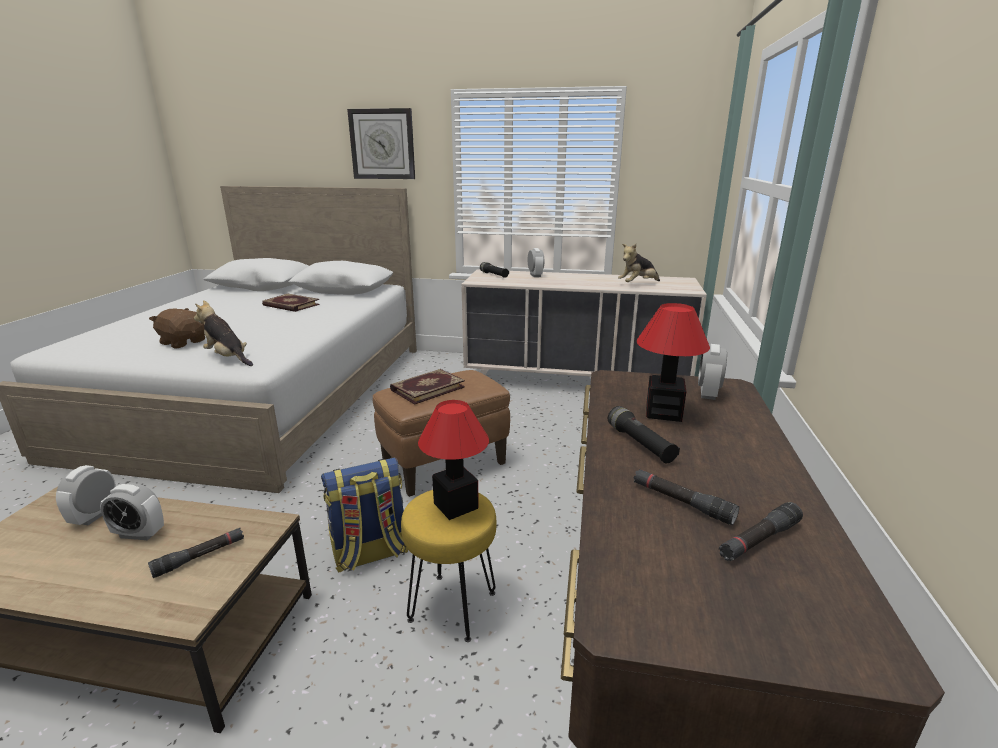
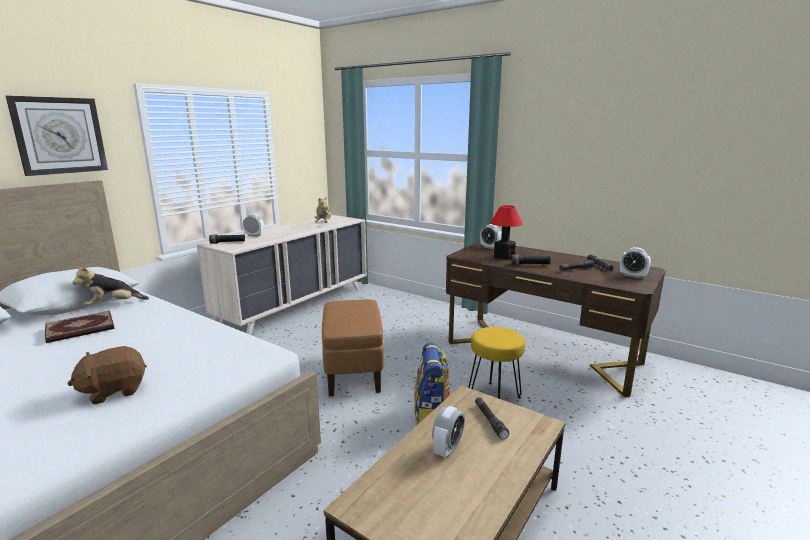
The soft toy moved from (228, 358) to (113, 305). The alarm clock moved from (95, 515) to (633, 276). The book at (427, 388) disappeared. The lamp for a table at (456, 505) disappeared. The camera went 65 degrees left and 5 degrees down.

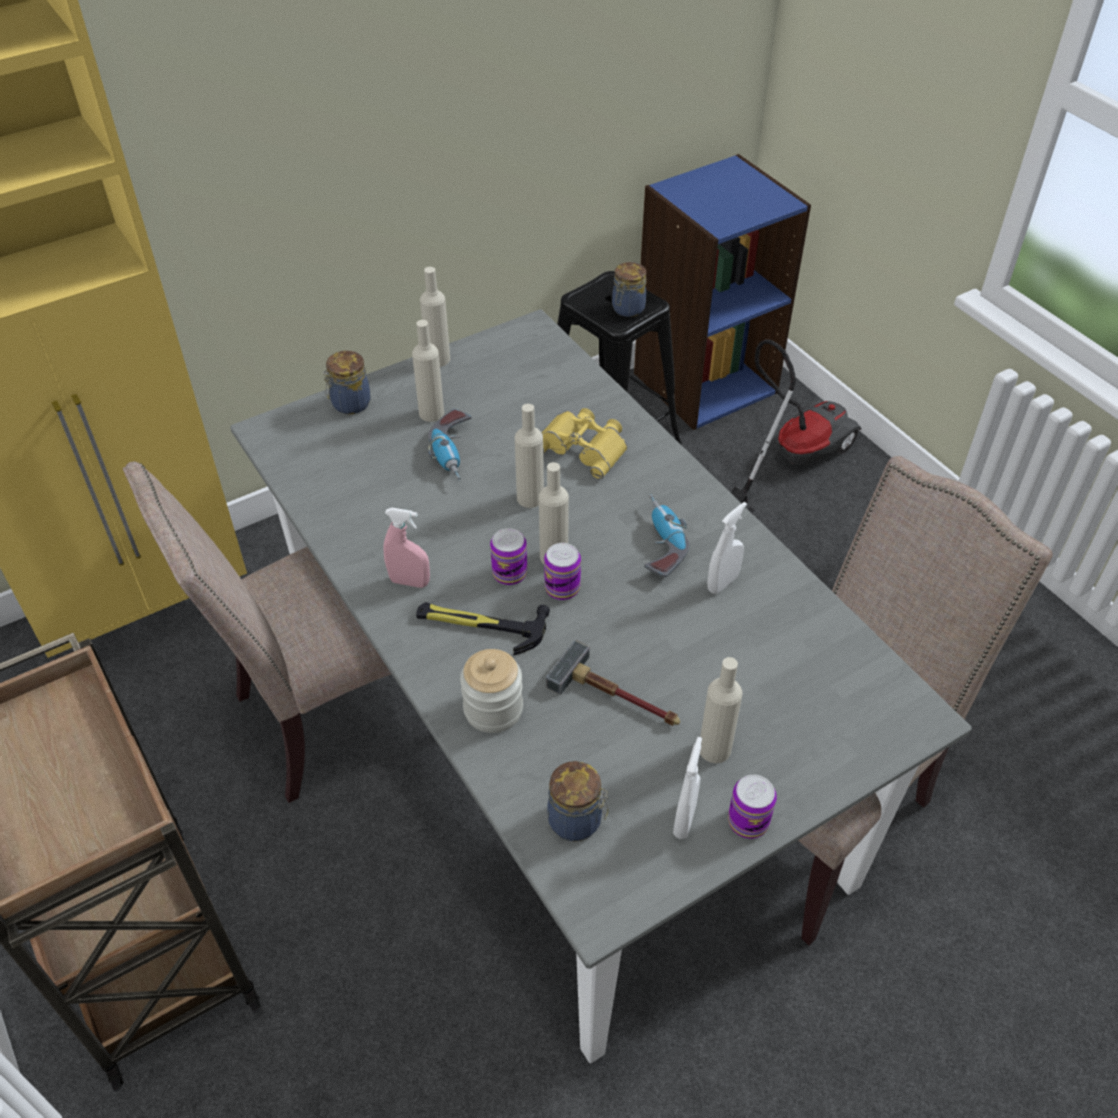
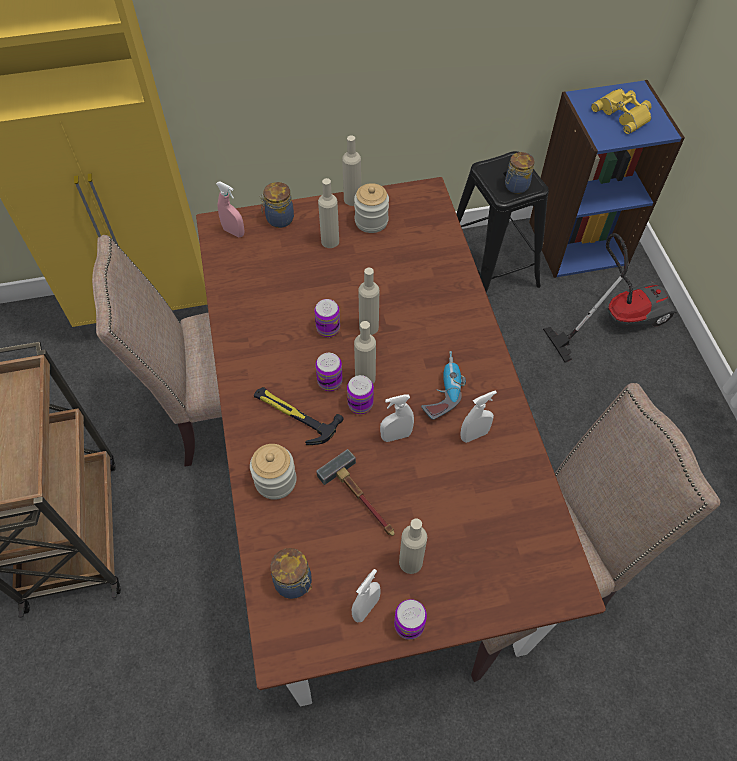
The grey dining table at (556, 738) became the brownish dining table at (366, 478). The pink spray bottle moved from (409, 582) to (234, 232). The metal can at (328, 328) appeared. The jar at (371, 221) appeared. The white-coloured spray bottle at (396, 436) appeared. The yellow field glasses moved from (584, 446) to (624, 114). The electric drill at (455, 453) disappeared. The camera went 20 degrees right and 10 degrees up.

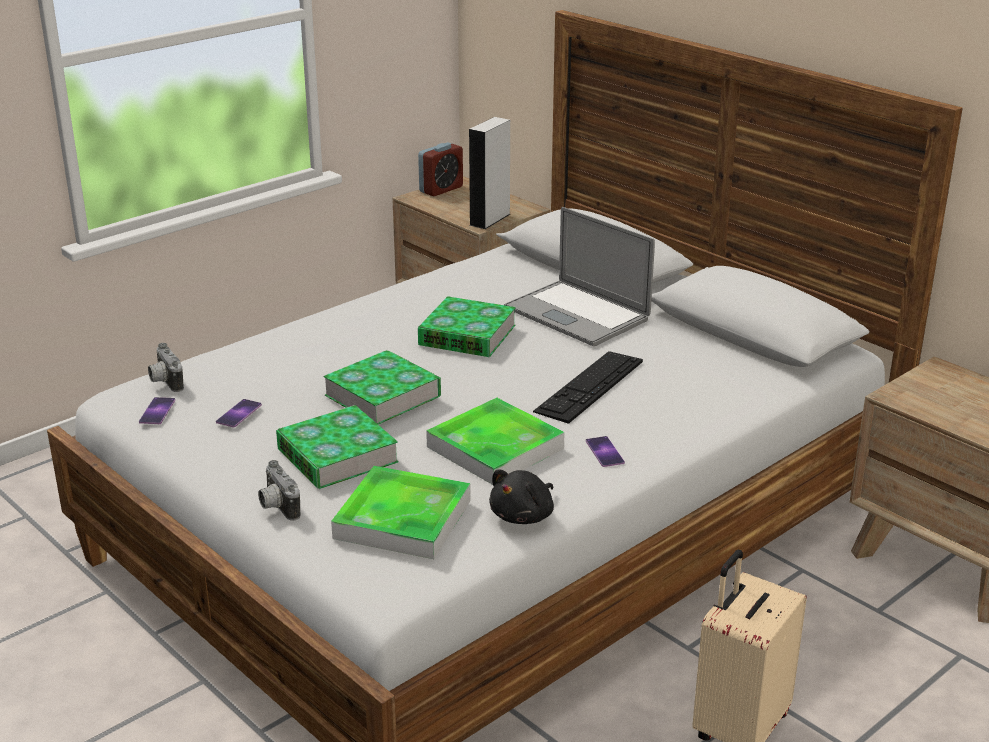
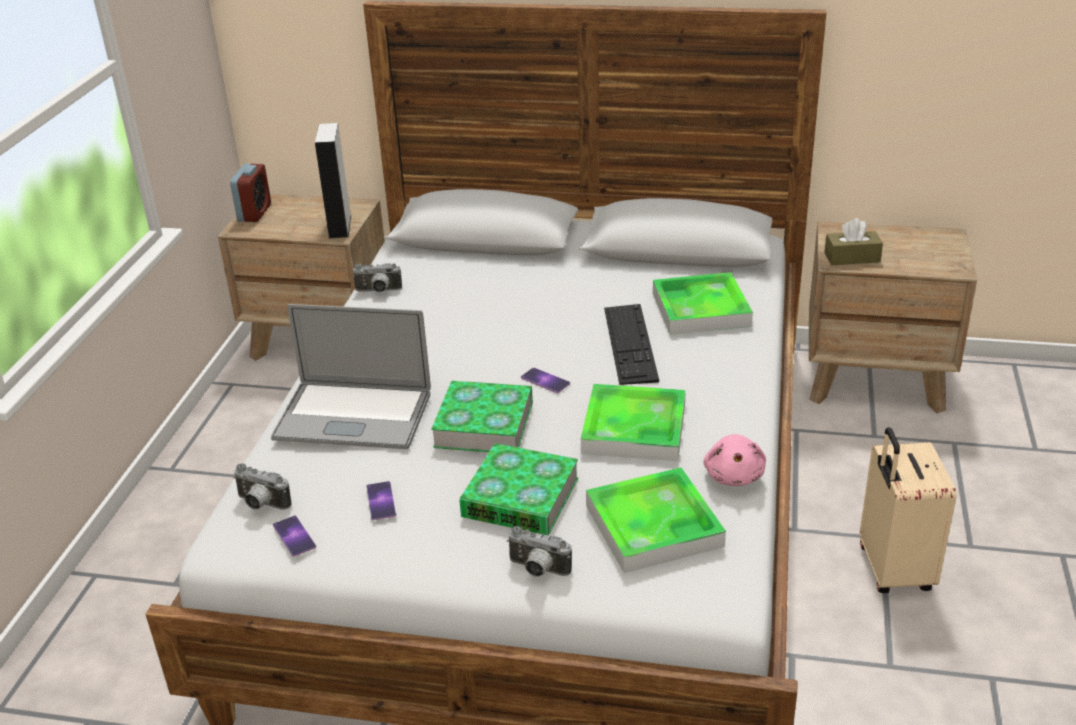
The notebook computer moved from (576, 314) to (353, 416). The photo camera at (378, 291) appeared. The telephone moved from (604, 452) to (545, 380). The serving tray at (701, 309) appeared. The blackish soft toy at (524, 516) became the pink soft toy at (734, 475). The brownish tissue box at (852, 257) appeared. The book at (467, 335) disappeared. The camera went 35 degrees left and 5 degrees up.

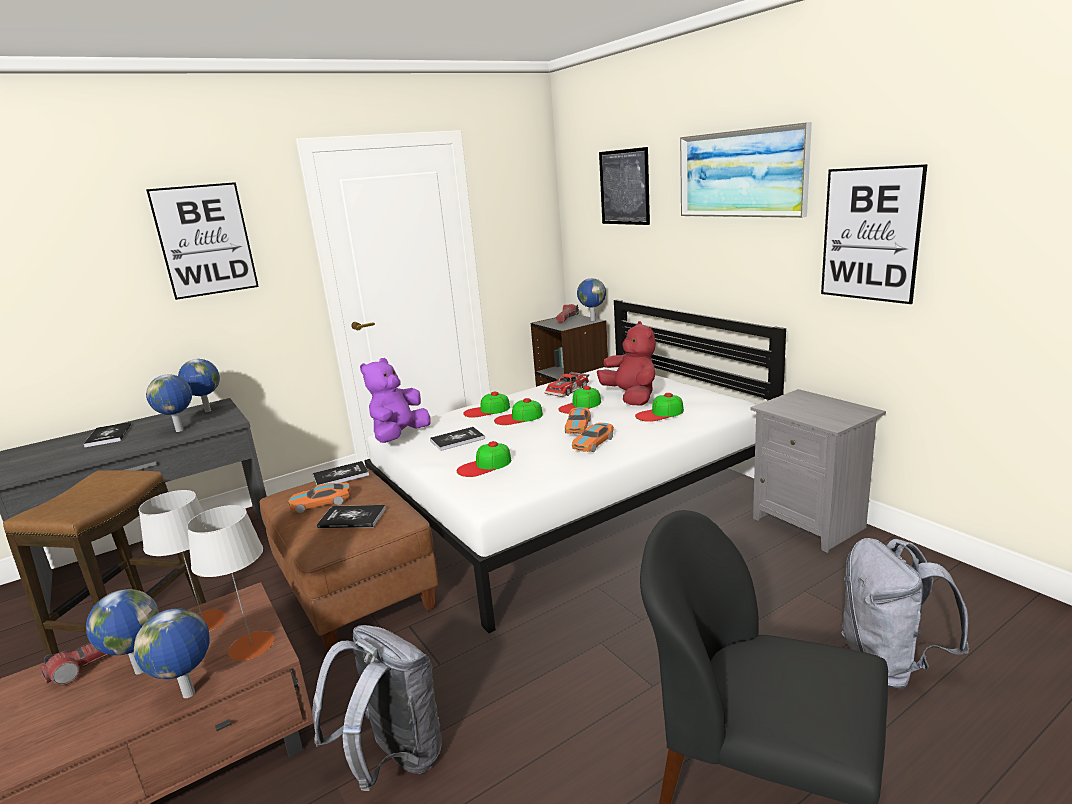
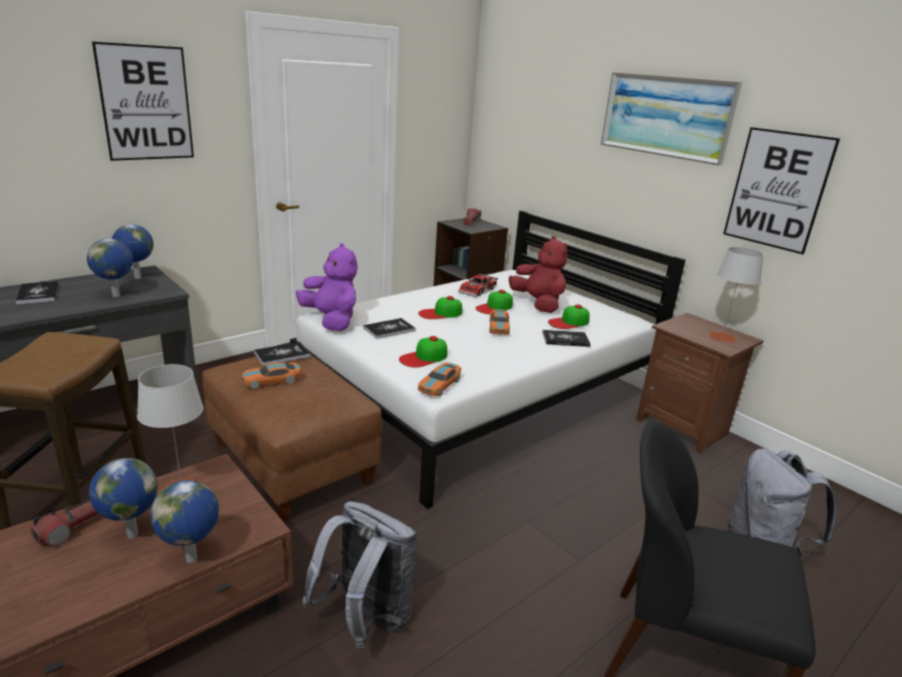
The purple-coloured soft toy at (399, 436) turned 120 degrees clockwise. The model car moved from (593, 443) to (439, 385). The book moved from (352, 518) to (565, 339). The grey bedside table at (810, 522) became the brownish bedside table at (683, 426). The grey lamp for a table moved from (251, 646) to (722, 337). The cap at (486, 410) disappeared. The world globe at (592, 320) disappeared. The picture at (624, 187) disappeared. The camera went 10 degrees left and 5 degrees up.

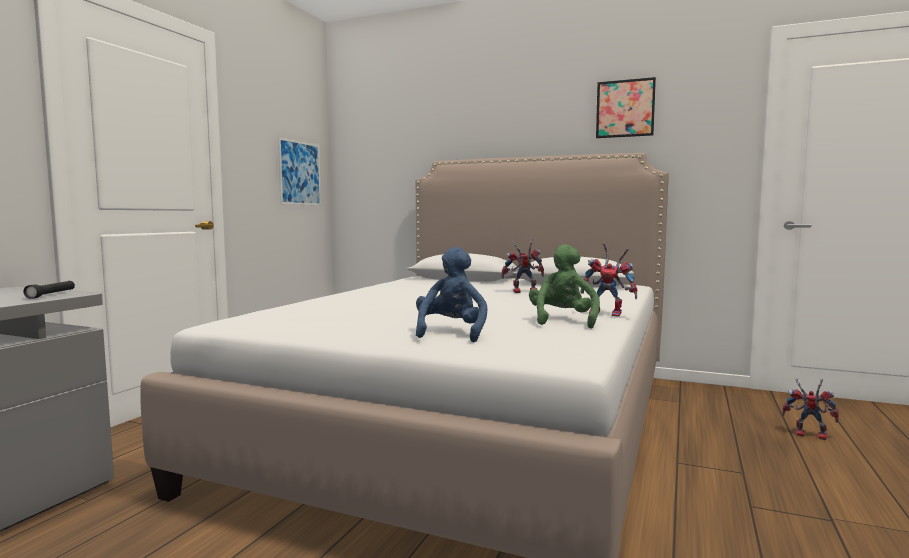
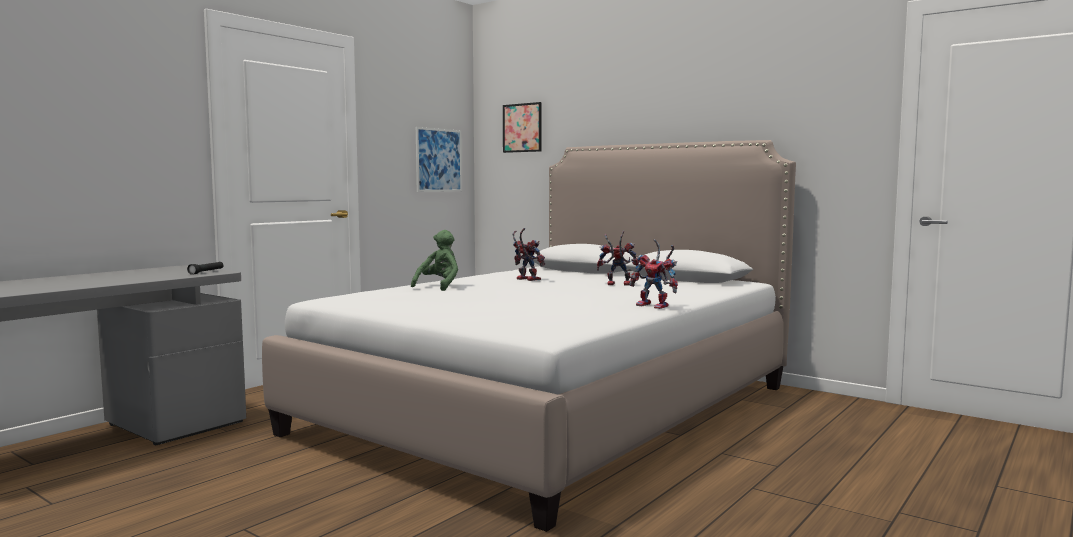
The greenish soft toy moved from (562, 321) to (439, 286). The picture moved from (625, 108) to (522, 128). The model robot moved from (807, 435) to (525, 279). The bluish soft toy at (451, 333) disappeared. The camera went 15 degrees right and 0 degrees up.

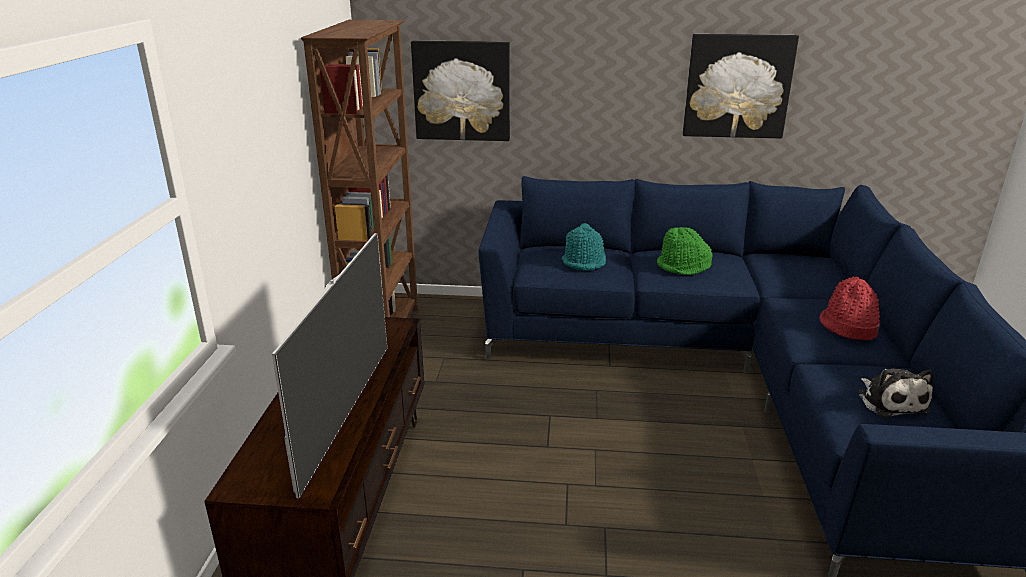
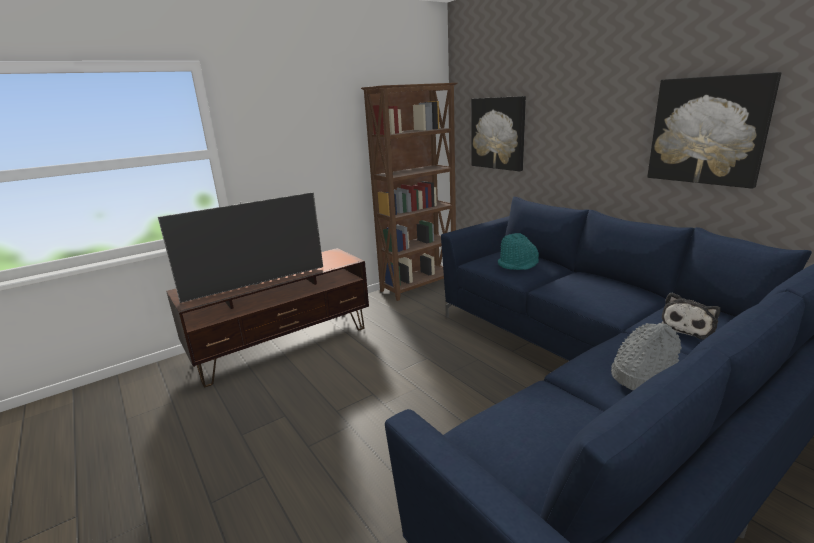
The reddish hat at (847, 327) became the grey hat at (643, 376). The soft toy moved from (890, 401) to (688, 328). The greenish hat at (683, 267) disappeared. The camera went 50 degrees right and 5 degrees down.

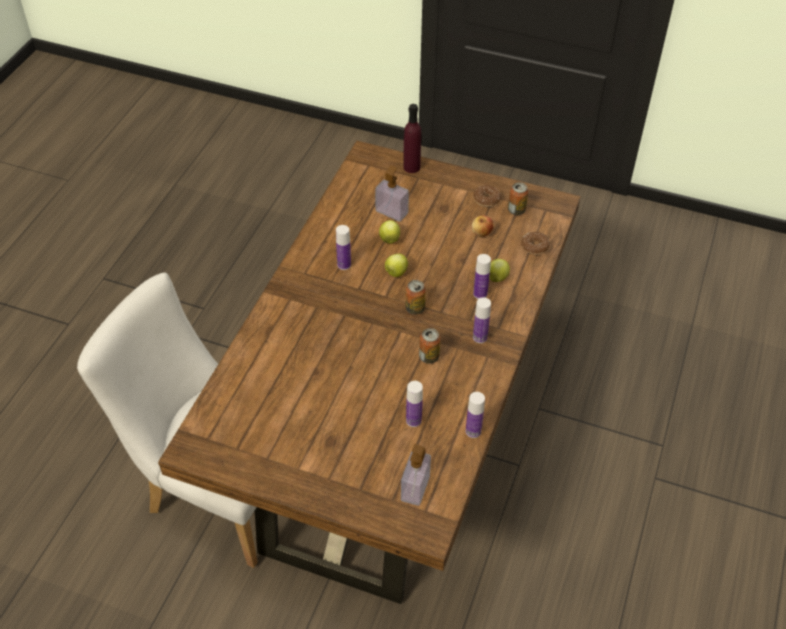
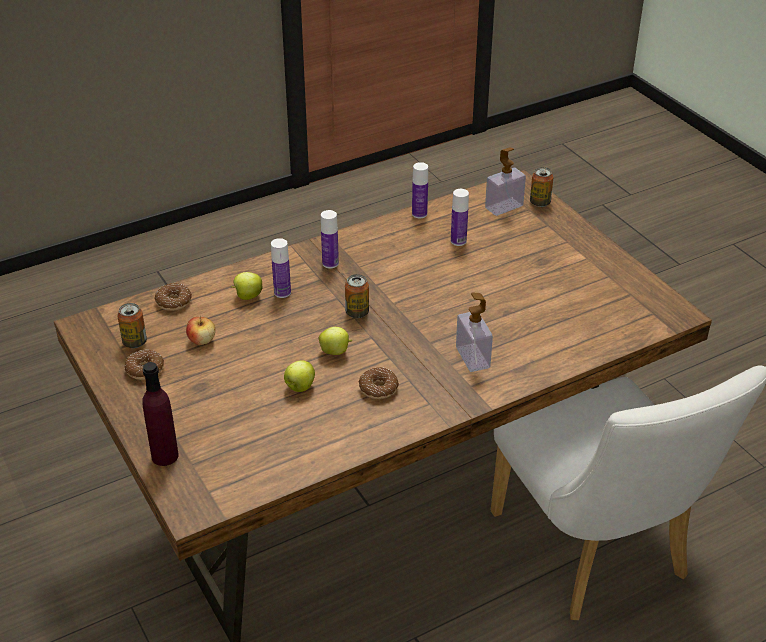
The drink bottle at (344, 265) was replaced by the doughnut at (378, 388). The soap bottle moved from (391, 212) to (472, 357). The metal can moved from (429, 357) to (540, 202). The camera went 140 degrees left and 10 degrees down.

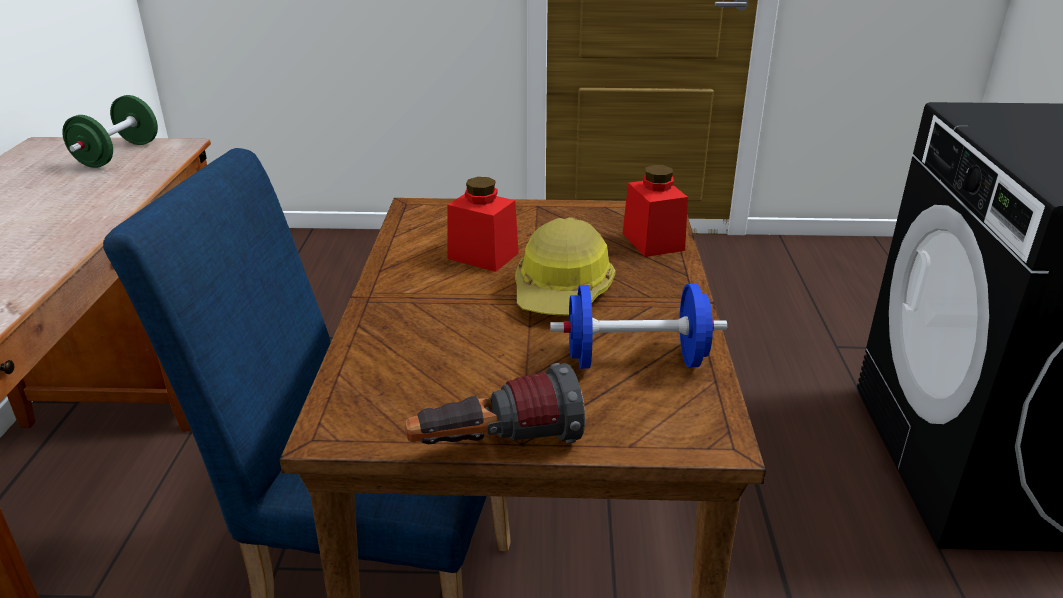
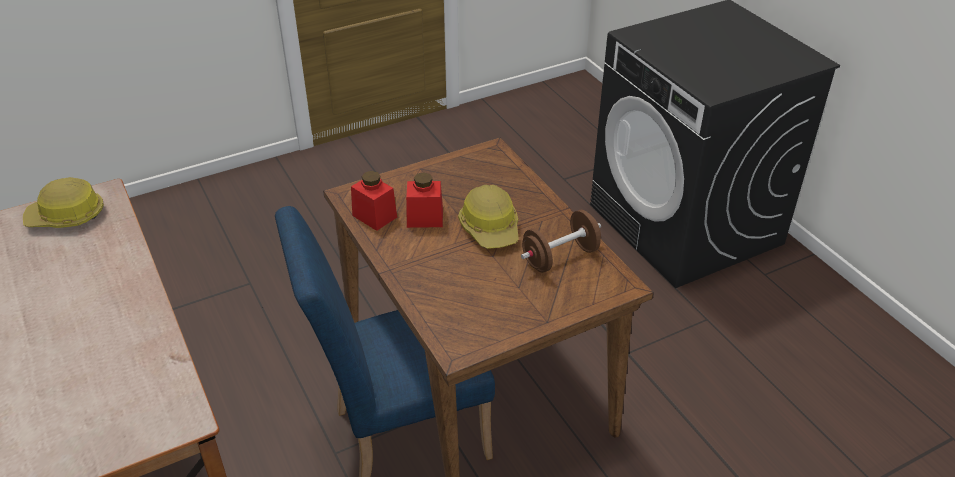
The greenish dumbbell at (118, 155) was replaced by the work helmet at (67, 217). The reddish jar moved from (653, 242) to (374, 216). The bluish dumbbell at (635, 360) became the brownish dumbbell at (560, 257). The hand torch at (496, 447) disappeared. The camera went 30 degrees left and 10 degrees up.

